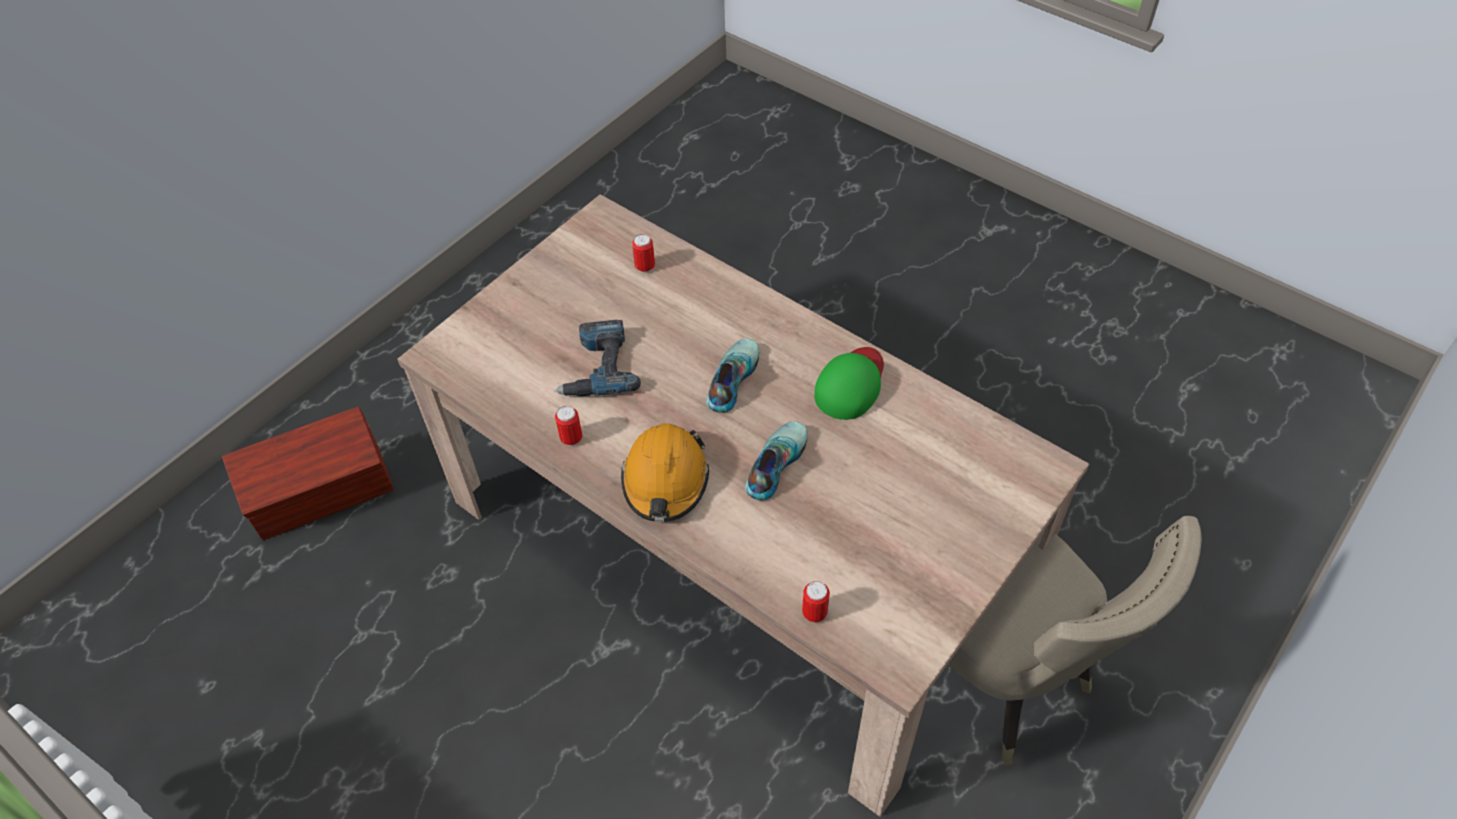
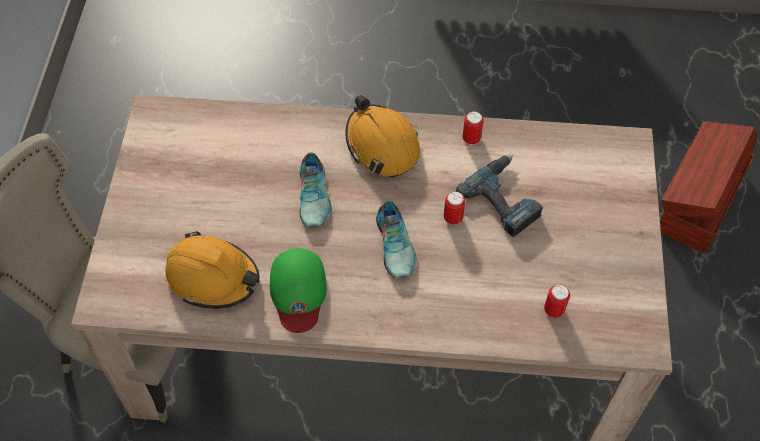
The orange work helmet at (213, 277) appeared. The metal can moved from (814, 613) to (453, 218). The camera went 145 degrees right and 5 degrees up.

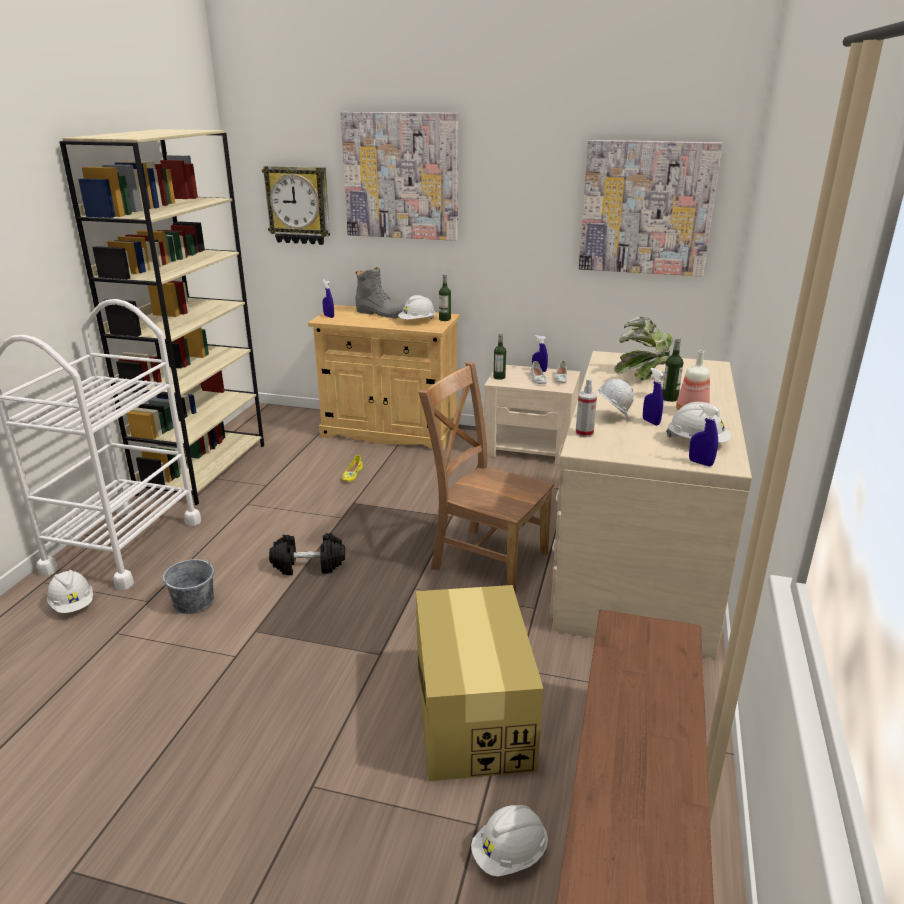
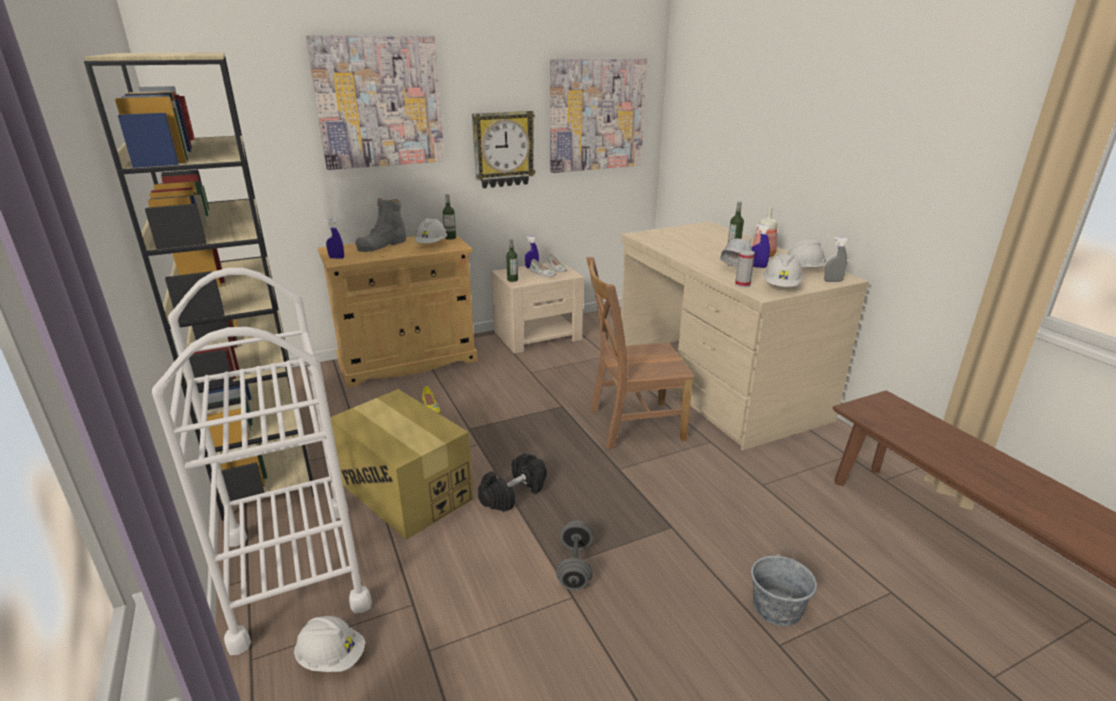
The carton moved from (472, 714) to (405, 490). The grey high-top boot at (380, 313) turned 135 degrees clockwise. The hanging clock moved from (298, 205) to (503, 149). The grey dumbbell at (575, 567) appeared. The grey bucket moved from (194, 602) to (777, 607). The white-coloured work helmet moved from (509, 854) to (781, 287). The bluish spray bottle at (700, 463) became the grey spray bottle at (833, 281). The houseplant at (646, 377) disappeared. The camera went 40 degrees left and 0 degrees up.

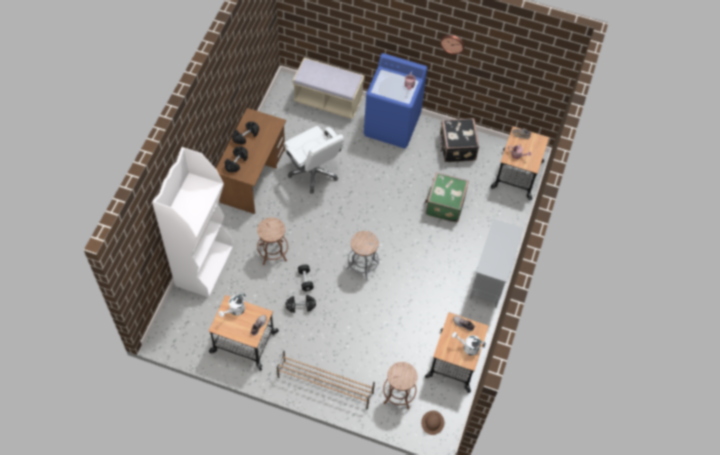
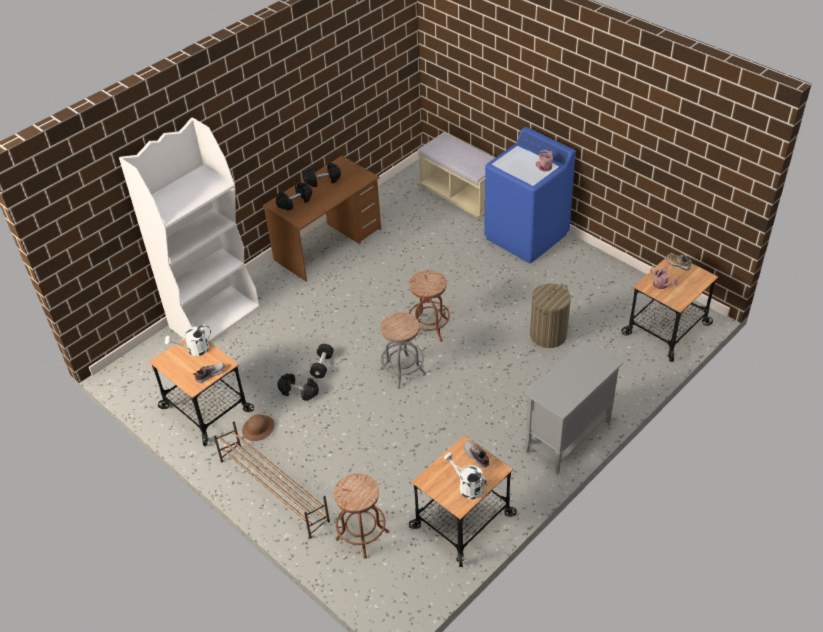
The brownish work helmet moved from (432, 423) to (258, 428). The brownish stool seat moved from (273, 252) to (429, 328). The greenish suitcase at (444, 204) was replaced by the washing basket at (548, 335). The white-coloured office chair at (313, 172) disappeared. The hanging clock at (452, 43) disappeared. The blackish suitcase at (456, 148) disappeared. The camera went 30 degrees right and 15 degrees down.

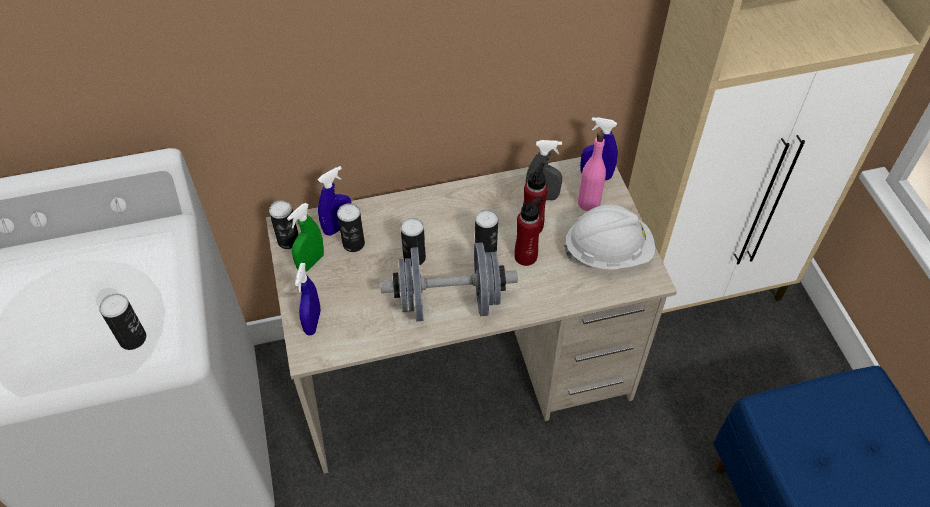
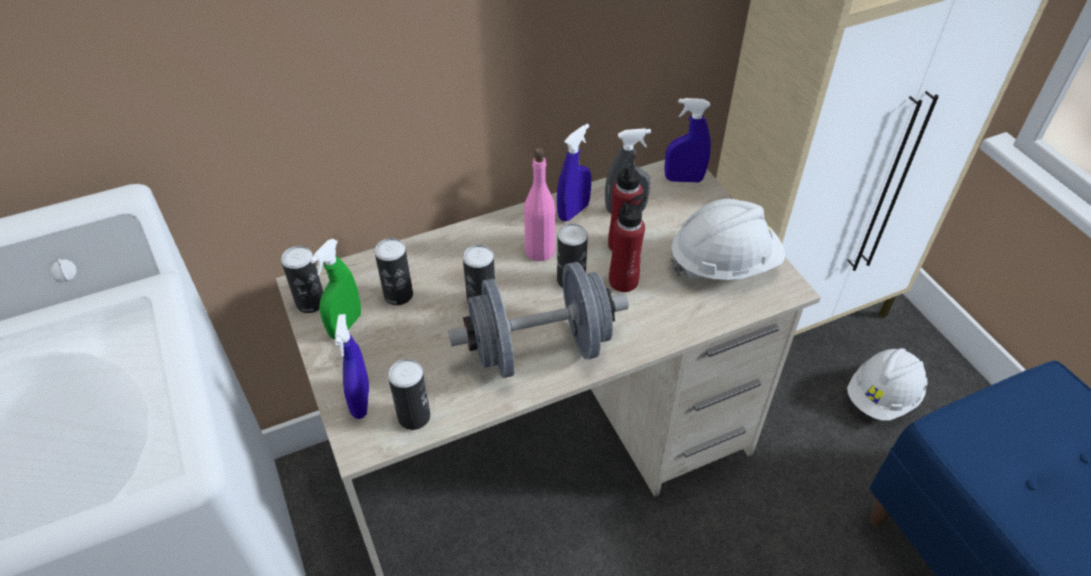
The metal can moved from (133, 338) to (414, 416). The pink drink bottle moved from (588, 202) to (539, 250). The bluish spray bottle moved from (338, 227) to (573, 212). The white-coloured work helmet at (882, 397) appeared. The camera went 10 degrees left and 5 degrees down.

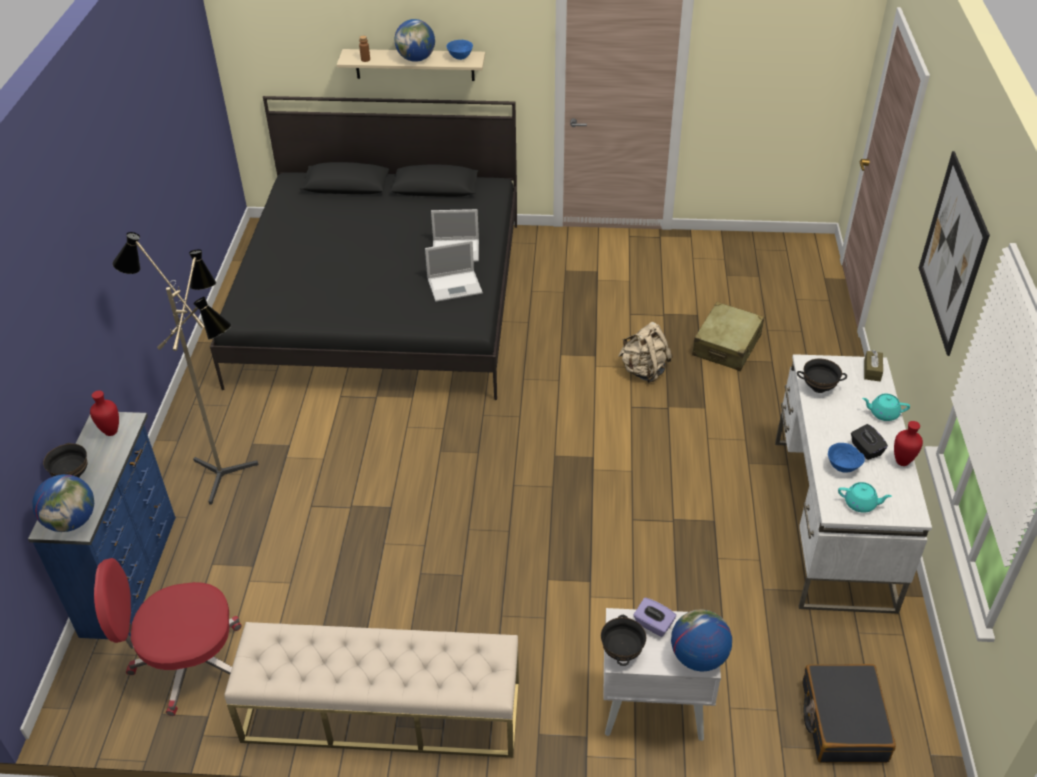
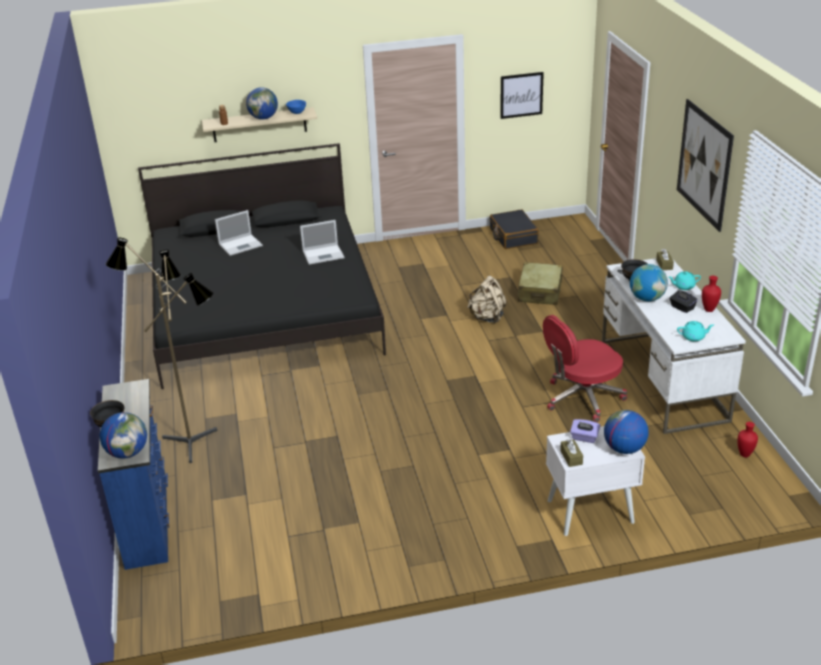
The notebook computer moved from (455, 286) to (241, 245). The blackish suitcase moved from (843, 721) to (513, 236). The picture at (521, 95) appeared. The reddish office chair moved from (187, 663) to (582, 398). The blackish serving bowl at (622, 652) was replaced by the brownish tissue box at (571, 457). The world globe at (647, 298) appeared. The reddish vase moved from (111, 431) to (744, 454). The sand-coloured indoor bench at (381, 712) disappeared. The bluish serving bowl at (843, 467) disappeared. The camera went 15 degrees left and 10 degrees down.

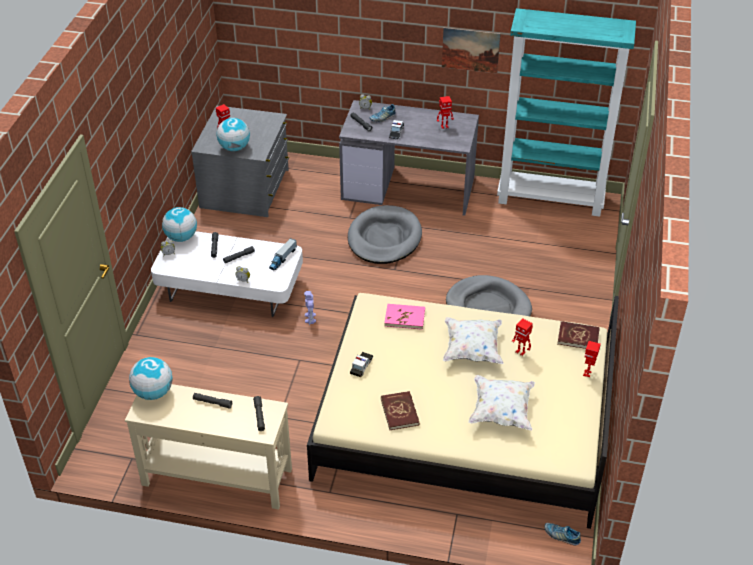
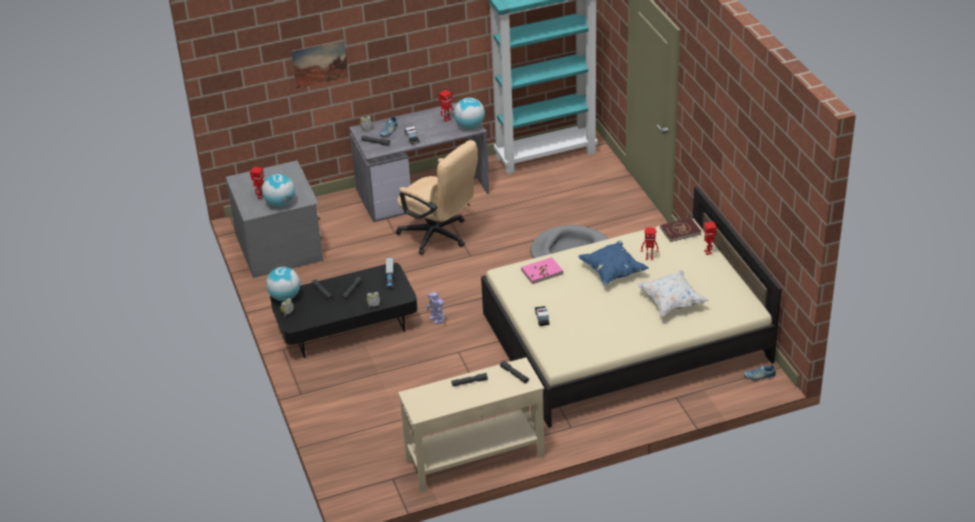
The white-coloured coffee table at (230, 288) became the blackish coffee table at (346, 326). The picture moved from (470, 50) to (320, 63). The grey pet bed at (384, 238) was replaced by the sand-coloured office chair at (439, 236). The world globe moved from (153, 392) to (469, 126). The white-coloured pillow at (472, 349) became the bluish pillow at (612, 272). The reddish book at (400, 412) disappeared. The camera went 30 degrees left and 5 degrees down.

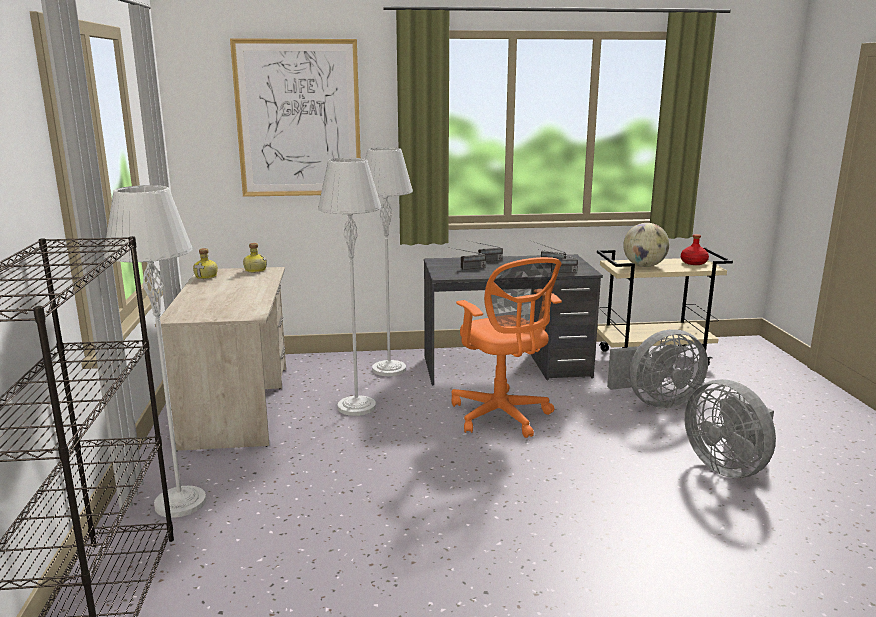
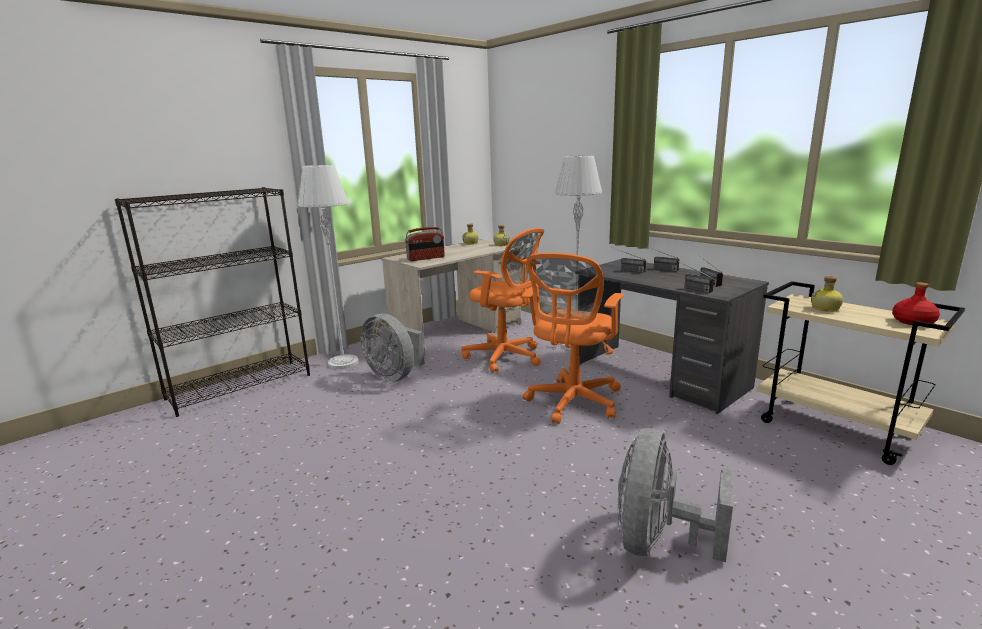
The grey fan moved from (656, 402) to (395, 376). The radio at (426, 258) appeared. The grey standing lamp at (357, 407) was replaced by the orange office chair at (506, 357). The world globe at (644, 266) was replaced by the drink bottle at (826, 309). The picture at (298, 119) disappeared. The camera went 55 degrees right and 0 degrees up.

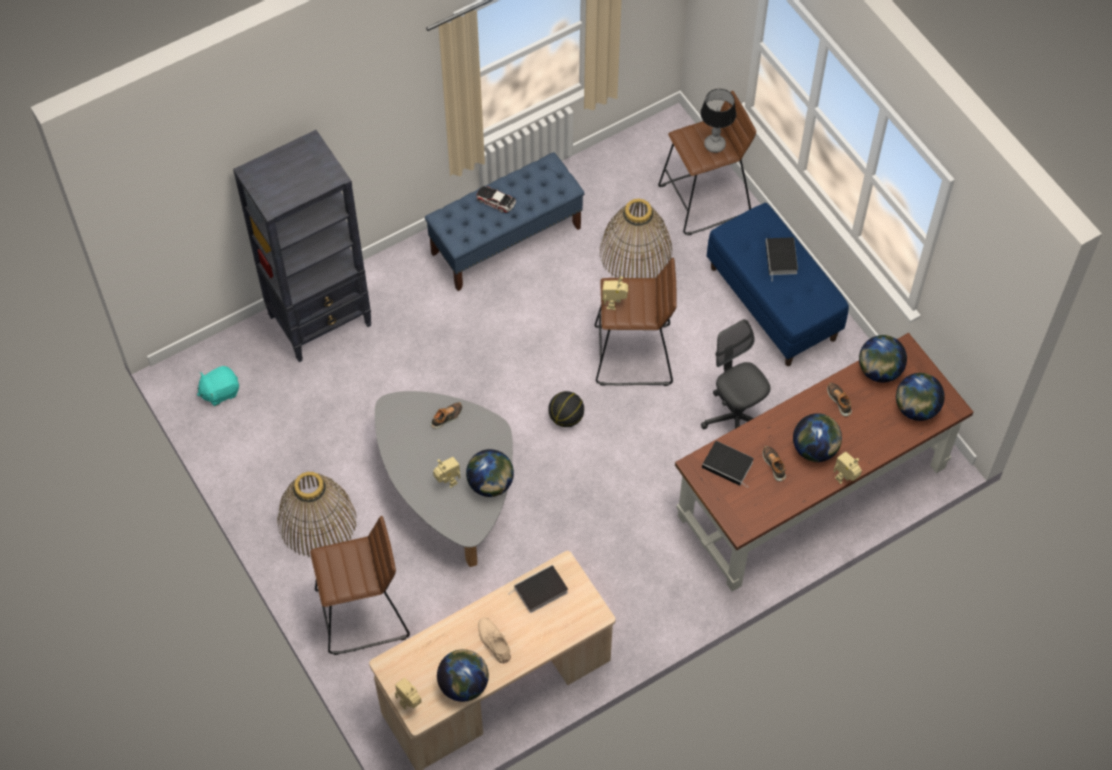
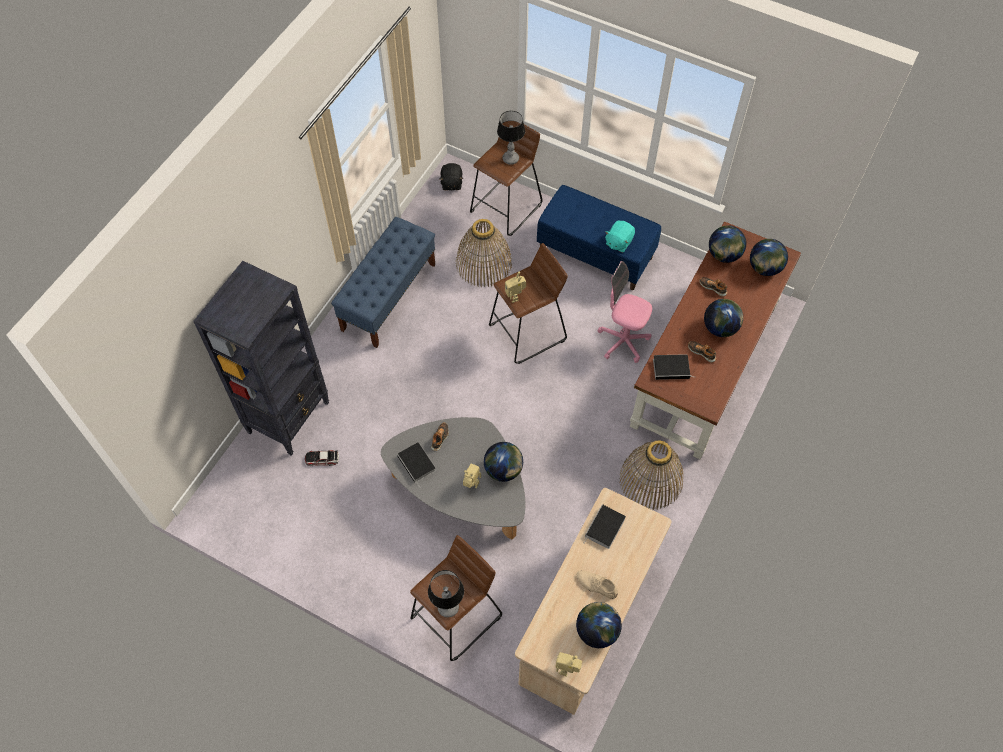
The model car moved from (495, 201) to (322, 459). The book moved from (781, 259) to (417, 464). The lamp for a table at (448, 607) appeared. The blackish soft toy at (451, 183) appeared. The grey office chair at (735, 419) became the pink office chair at (623, 341). The turquoise soft toy moved from (220, 391) to (618, 242). The storage basket moved from (317, 522) to (650, 480). The basketball ball at (566, 417) disappeared. The model robot at (845, 479) disappeared. The camera went 30 degrees left and 0 degrees up.

